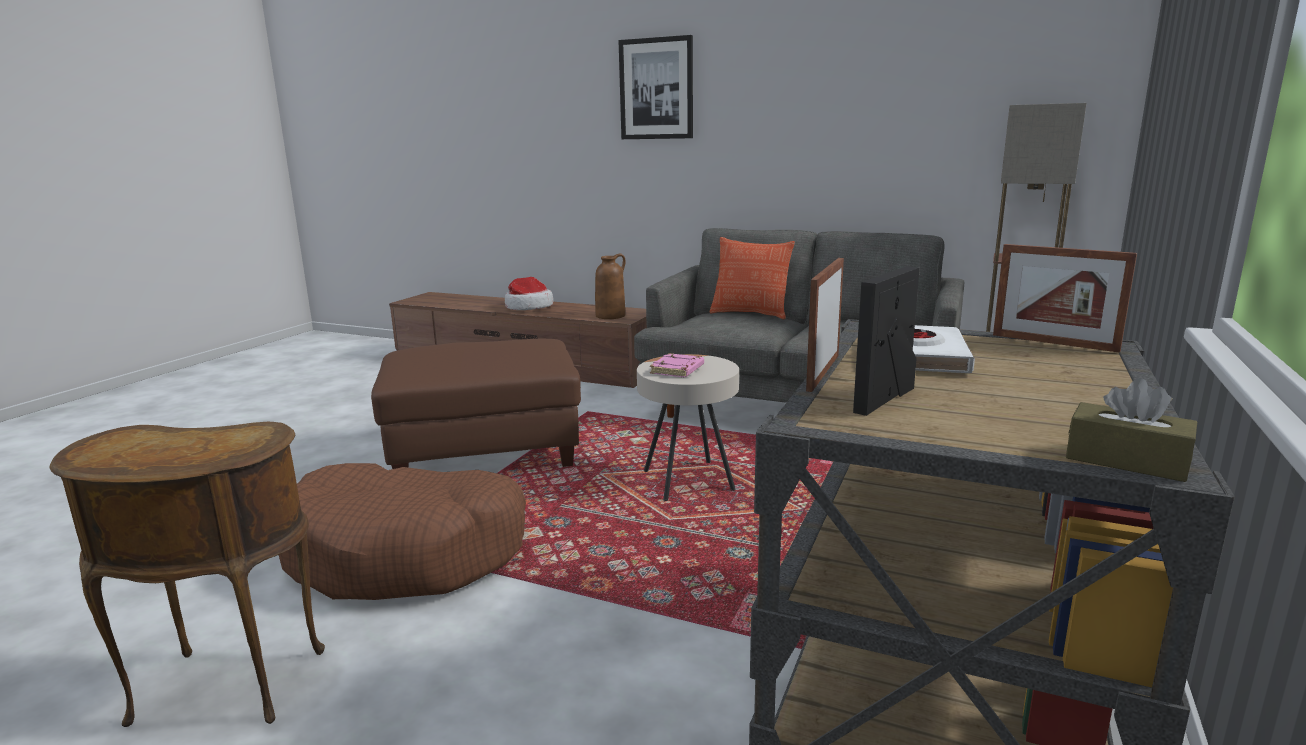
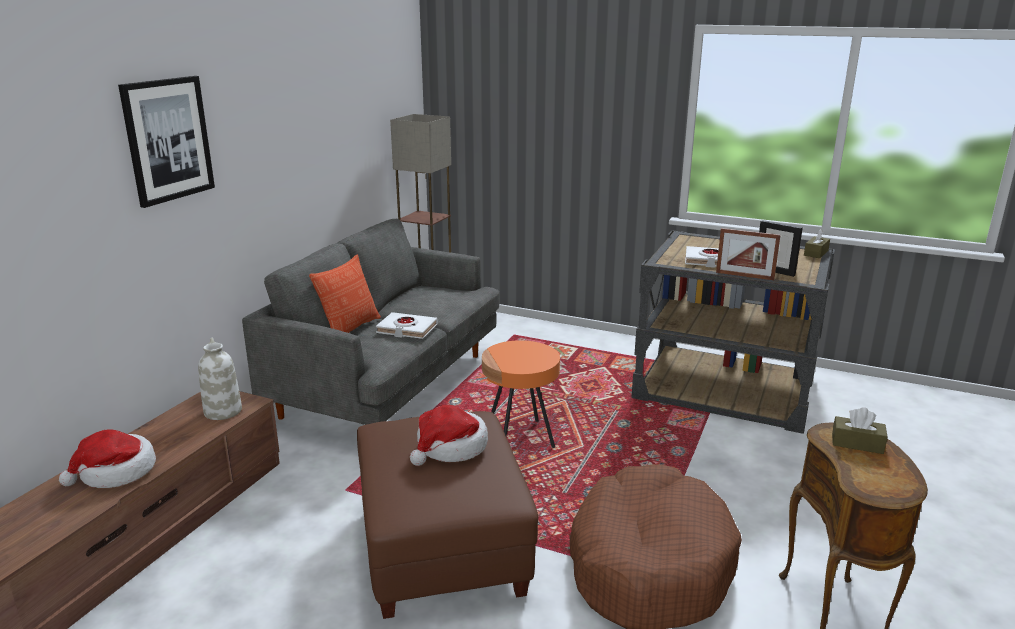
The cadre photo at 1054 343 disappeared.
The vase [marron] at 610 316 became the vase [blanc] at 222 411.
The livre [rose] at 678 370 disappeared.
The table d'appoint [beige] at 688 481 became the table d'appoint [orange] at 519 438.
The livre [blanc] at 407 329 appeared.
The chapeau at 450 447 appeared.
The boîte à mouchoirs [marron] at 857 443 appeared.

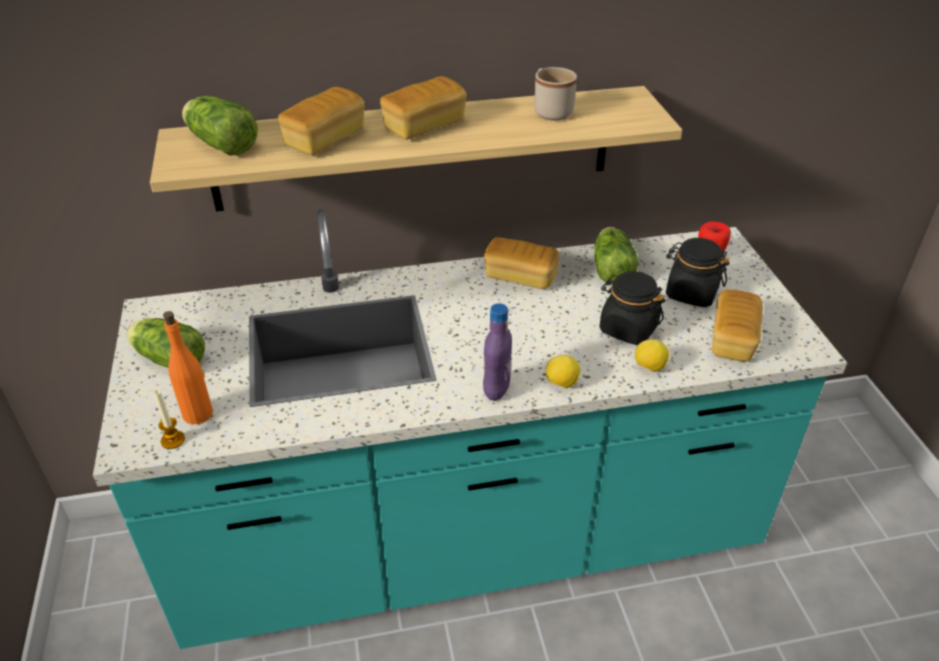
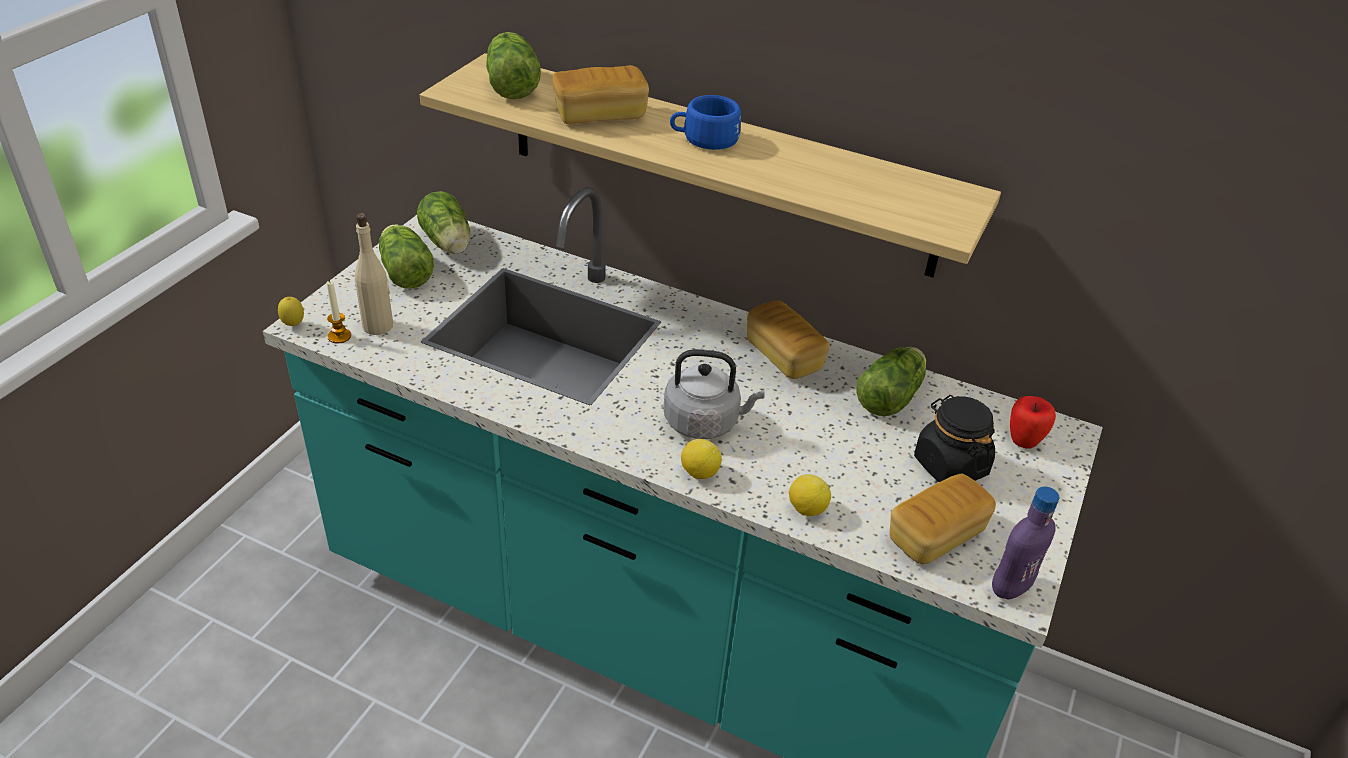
The mug [beige] at 550 110 disappeared.
The pain at 424 126 was replaced by the tasse [bleu] at 704 139.
The bocal [noir] at 628 328 disappeared.
The bouteille [violet] moved from 496 390 to 1010 587.
The bouteille [orange] at 198 413 became the bouteille [beige] at 378 326.
The laitue at 448 244 appeared.
The citron at 293 325 appeared.
The bouilloire [gris] at 705 422 appeared.

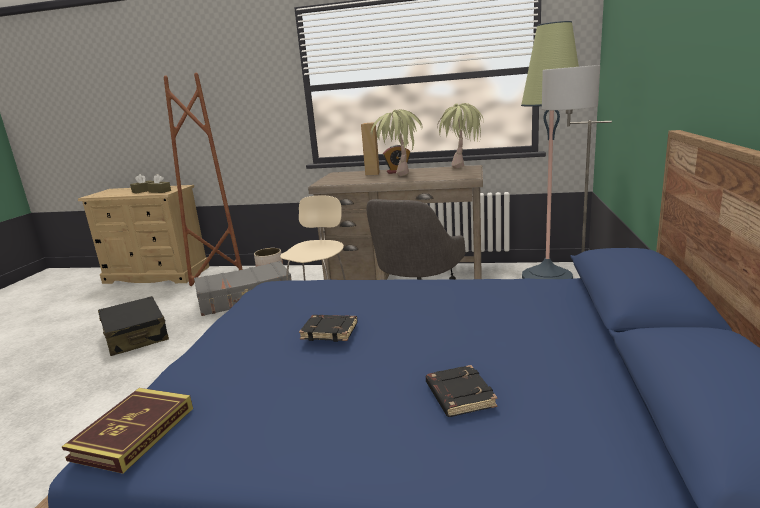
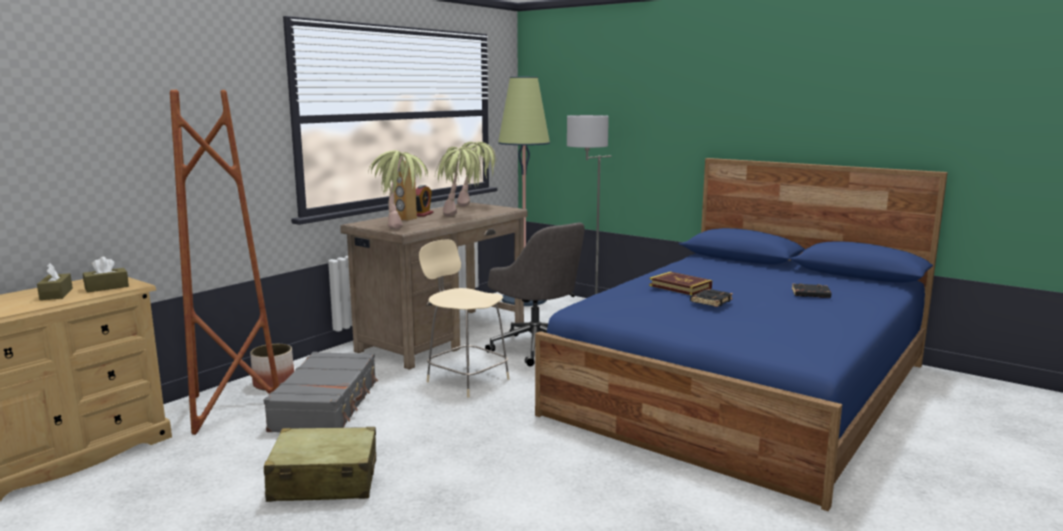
The valise [noir] at 136 336 became the valise [beige] at 324 481.
The livre moved from 133 433 to 680 287.
The plante en pot at 401 226 appeared.

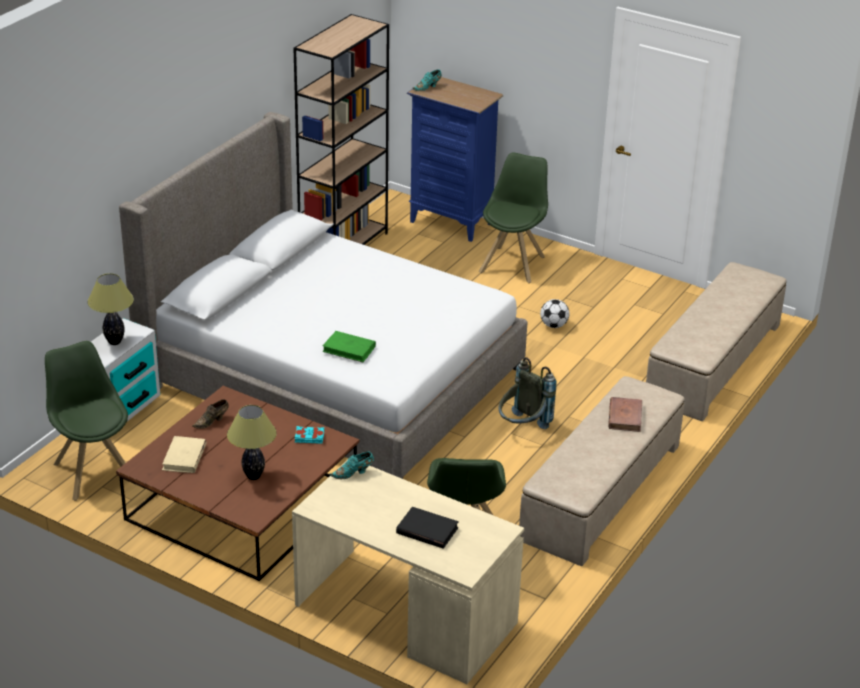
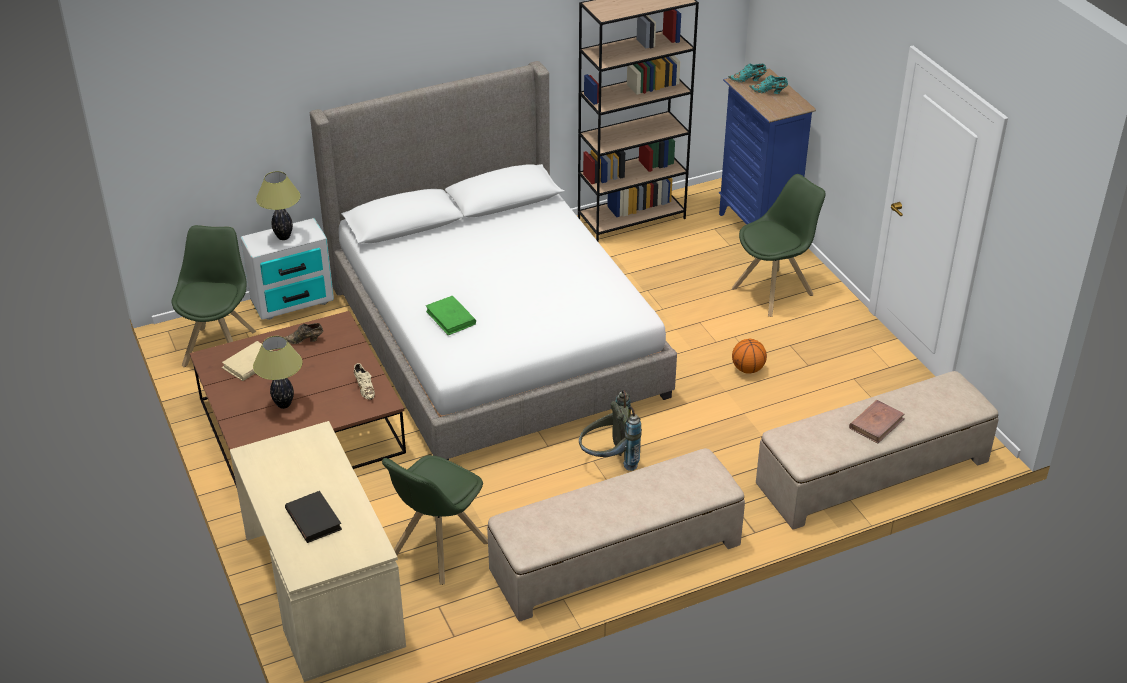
The ballon de foot at 553 325 was replaced by the ballon de basket at 748 369.
The livre [marron] moved from 625 416 to 876 423.
The livre [turquoise] at 309 437 was replaced by the chaussure [beige] at 365 388.
The chaussure [turquoise] moved from 353 473 to 769 92.

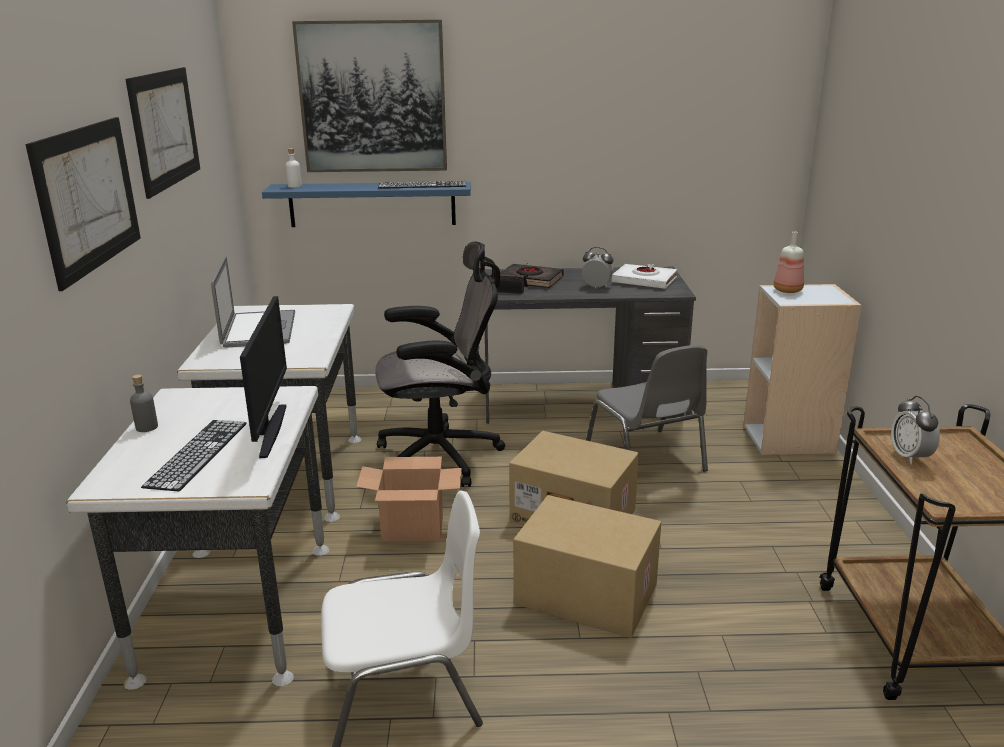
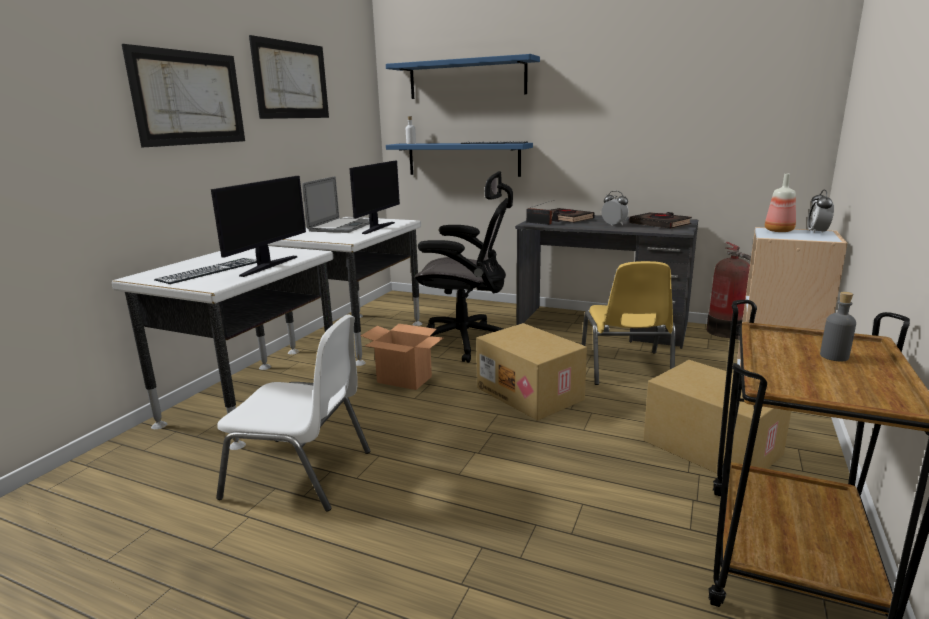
The tableau at 373 97 was replaced by the étagère [bleu] at 466 79.
The livre [blanc] at 644 281 became the livre [noir] at 660 224.
The chaise [gris] at 646 459 became the chaise [jaune] at 625 368.
The bouteille [gris] moved from 147 427 to 834 356.
The réveil moved from 910 457 to 817 232.
The carton moved from 584 595 to 709 448.
The écran d'ordinateur at 377 228 appeared.
The extincteur at 727 333 appeared.

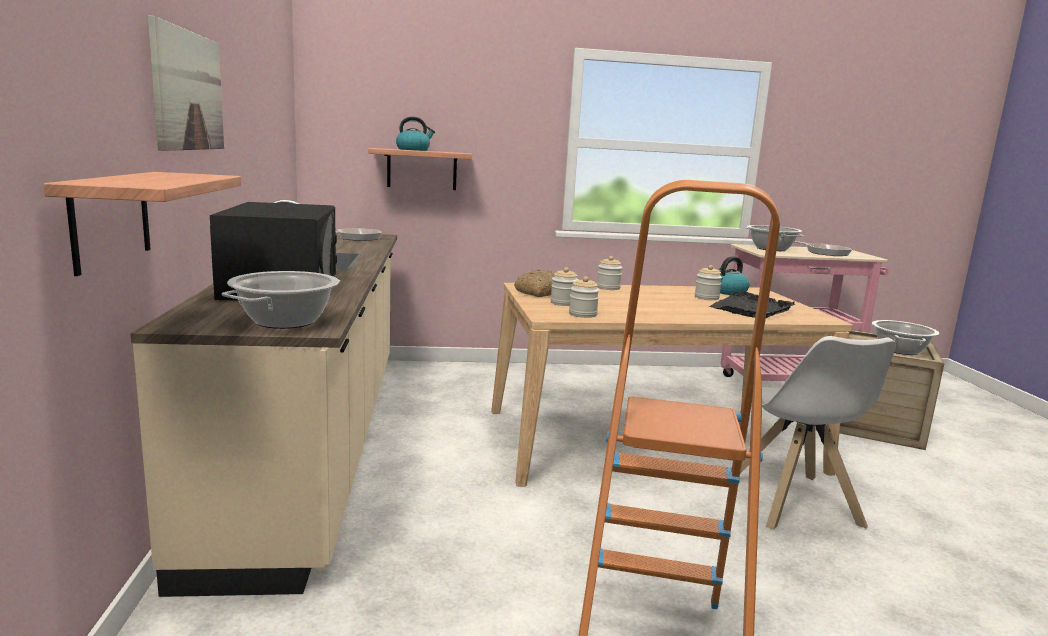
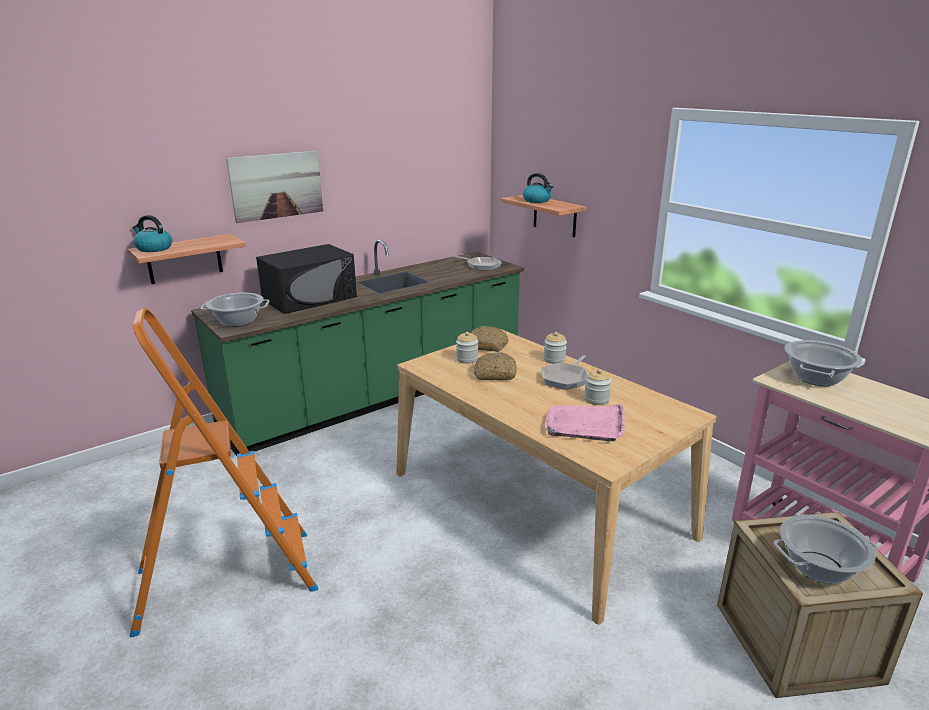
The comptoir de cuisine [beige] at 316 443 became the comptoir de cuisine [vert] at 380 397.
The poêle moved from 824 252 to 565 378.
The bouilloire moved from 728 292 to 153 248.
The bocal at 582 314 disappeared.
The plateau [noir] at 750 309 became the plateau [rose] at 585 424.
The chaise at 794 503 disappeared.
The pain at 494 374 appeared.

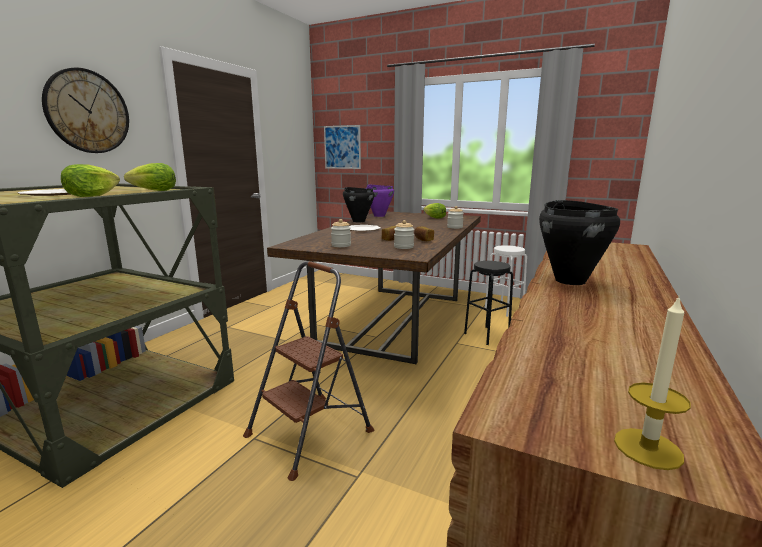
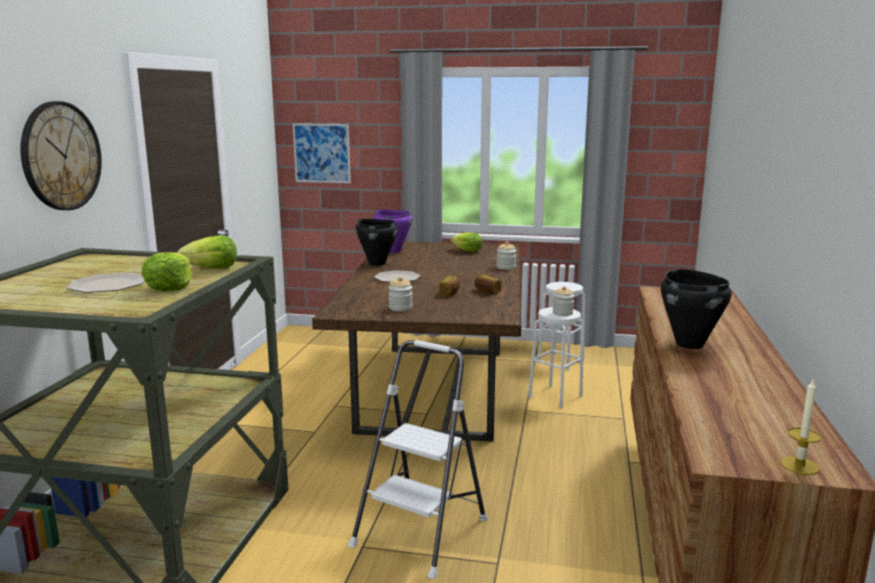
The bocal moved from 403 247 to 562 313.
The escabeau [marron] at 312 431 became the escabeau [blanc] at 422 529.
The tabouret [noir] at 487 335 became the tabouret [blanc] at 555 397.

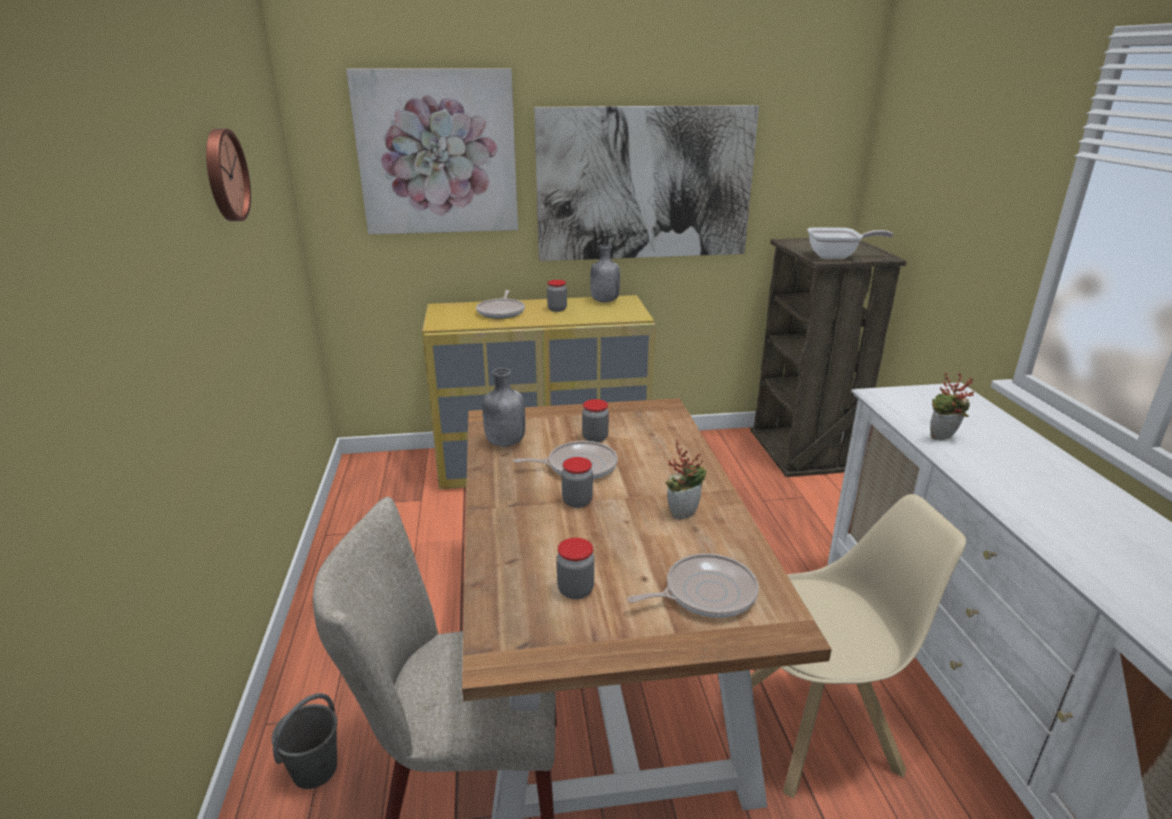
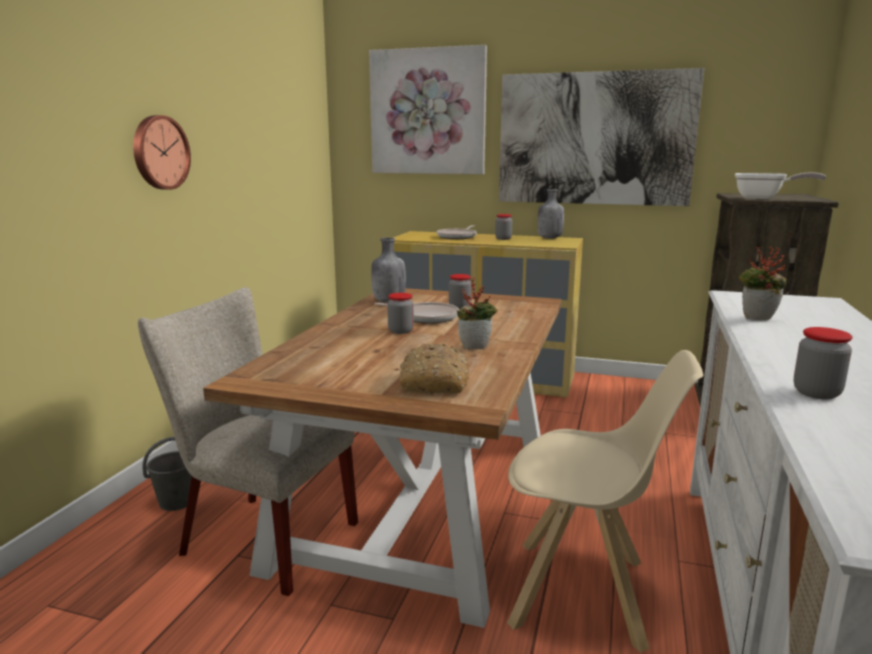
The horloge murale moved from 224 175 to 159 152.
The bocal moved from 575 590 to 816 393.
The poêle at 705 593 was replaced by the pain at 433 382.

